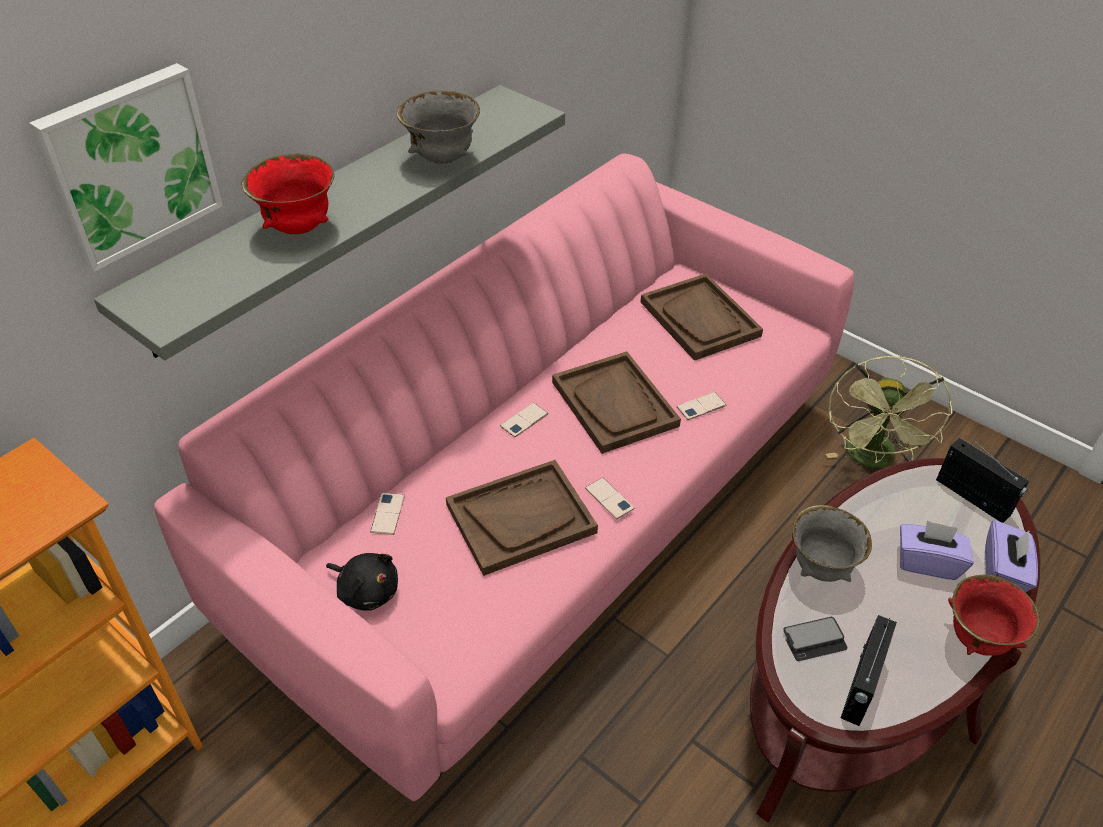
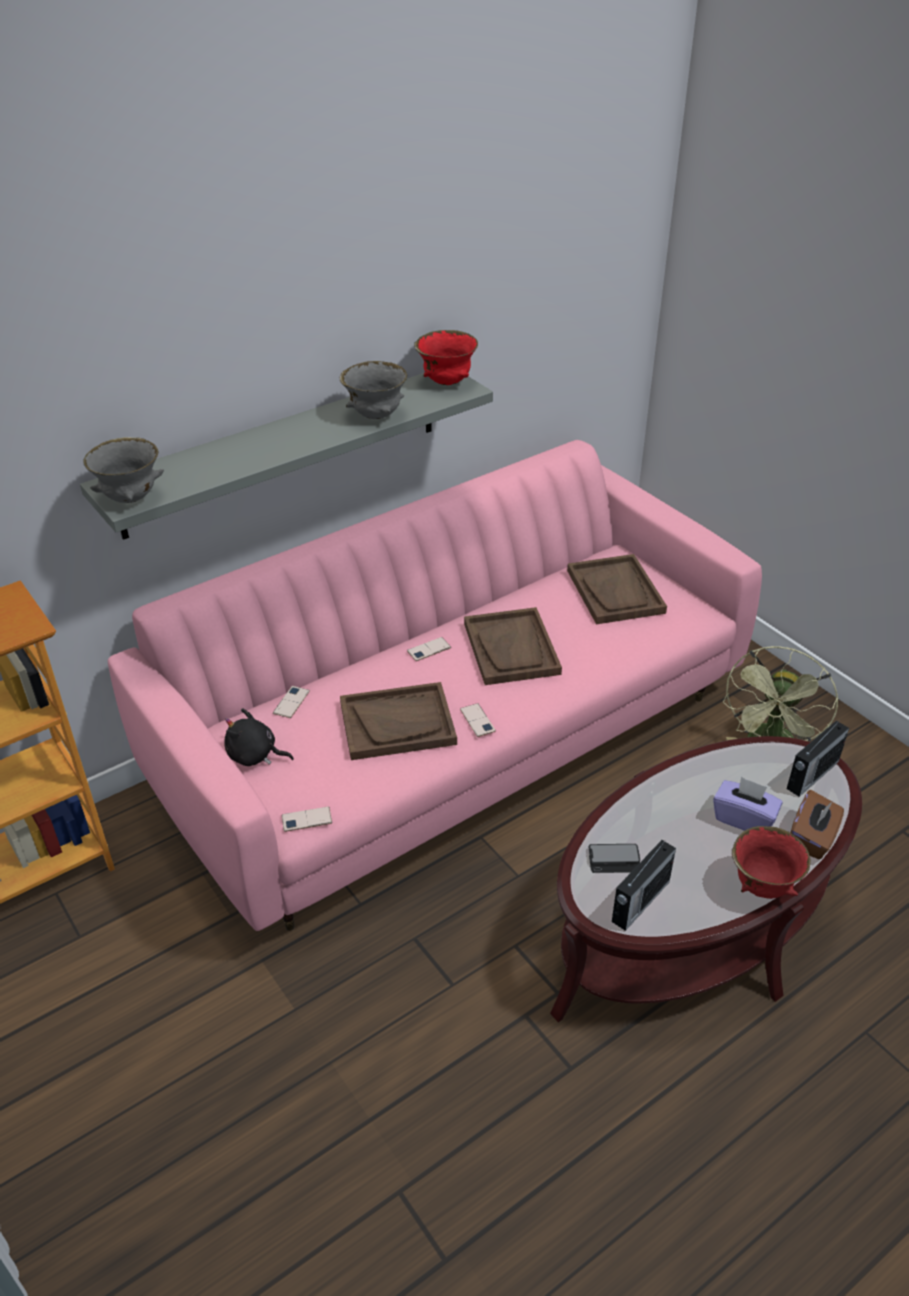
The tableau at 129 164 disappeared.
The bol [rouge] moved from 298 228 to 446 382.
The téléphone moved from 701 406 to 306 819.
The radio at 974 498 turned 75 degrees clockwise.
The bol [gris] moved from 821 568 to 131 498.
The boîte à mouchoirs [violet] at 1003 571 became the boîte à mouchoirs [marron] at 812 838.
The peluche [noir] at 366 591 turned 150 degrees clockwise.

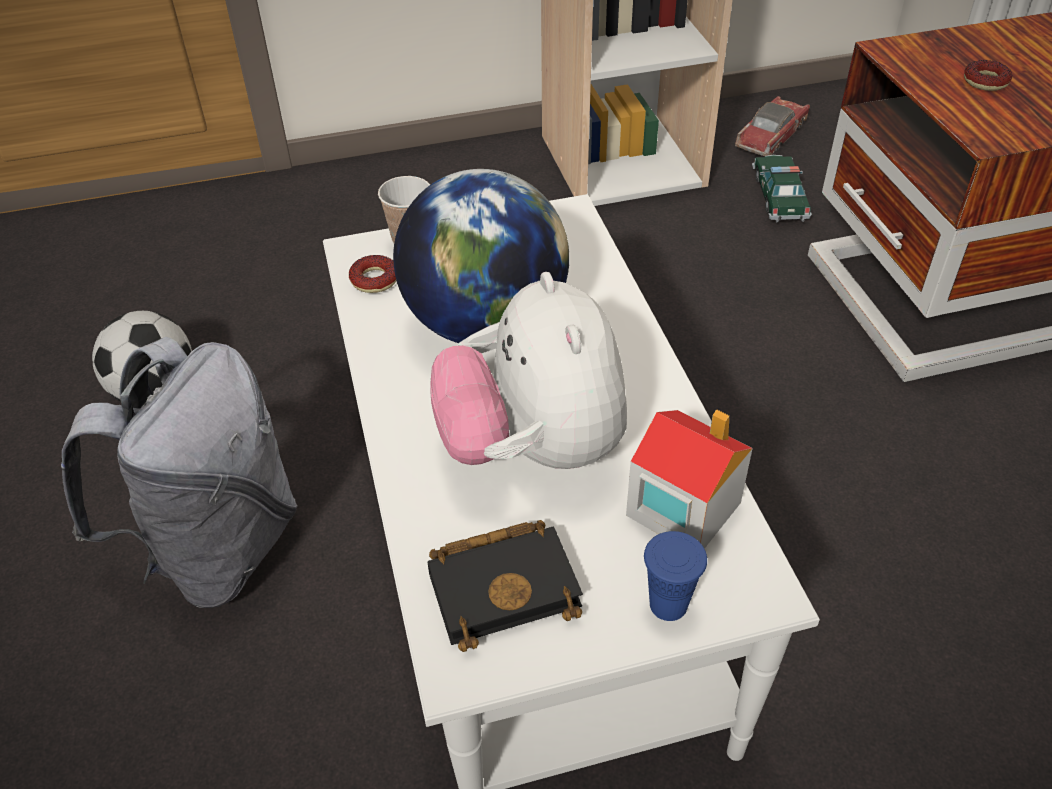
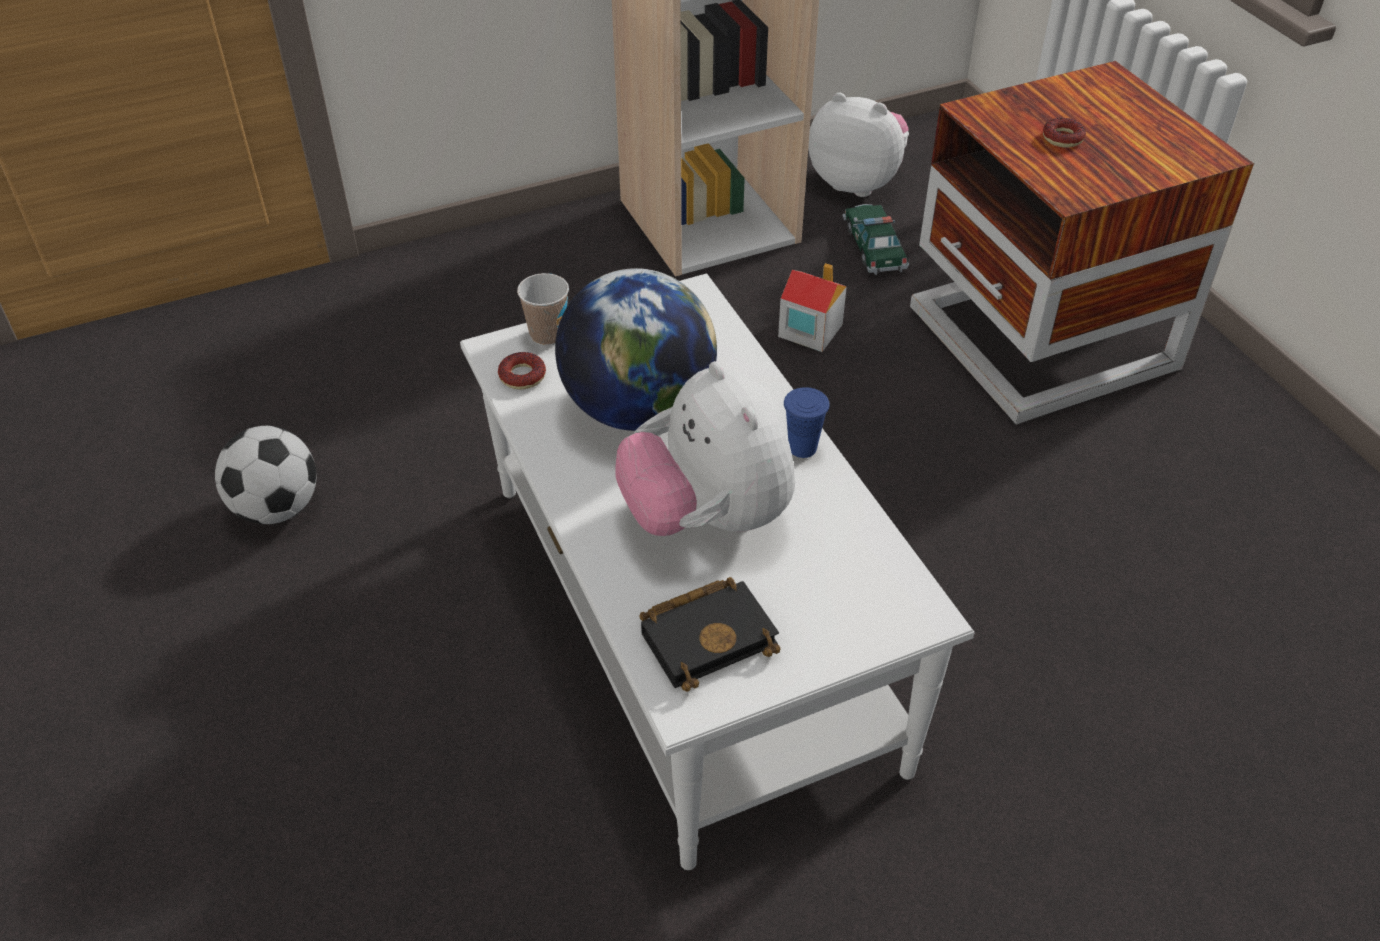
The petite voiture at 771 136 was replaced by the peluche at 856 182.
The sac à dos [gris] at 218 548 disappeared.
The maison miniature moved from 681 508 to 809 330.
The tasse [bleu] moved from 668 604 to 802 448.

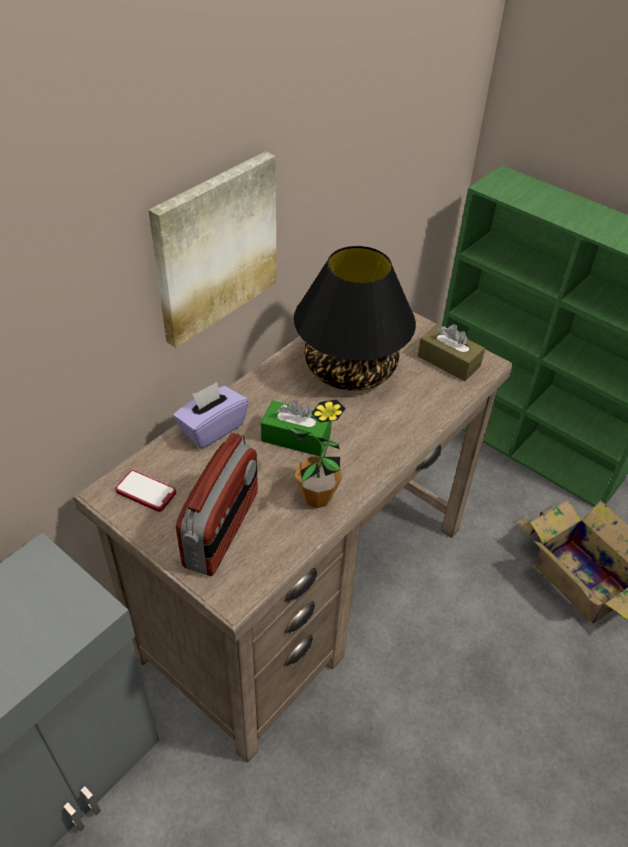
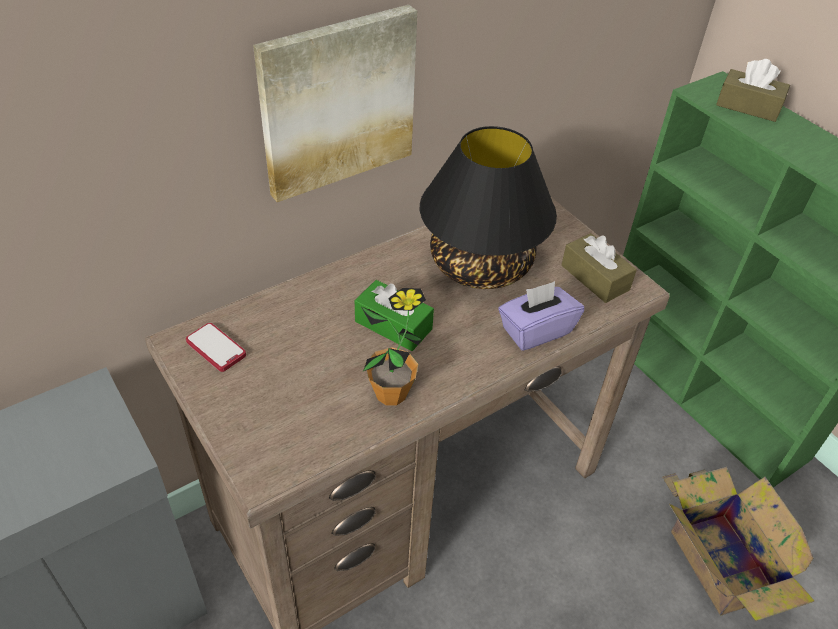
The boîte à mouchoirs [violet] moved from 212 428 to 535 330.
The radio at 222 529 disappeared.
The boîte à mouchoirs [marron] at 748 106 appeared.

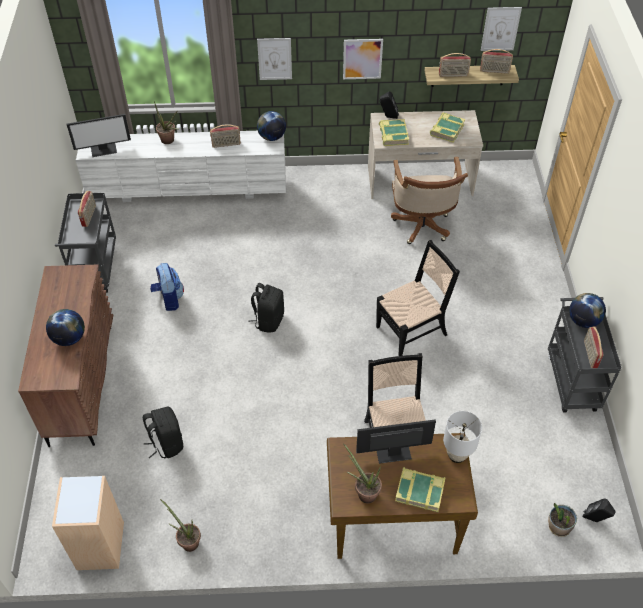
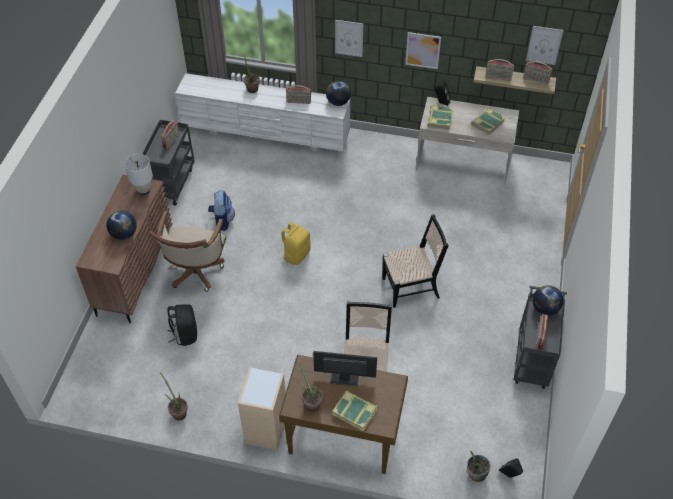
The écran d'ordinateur at 104 149 disappeared.
The chaise de bureau moved from 422 227 to 195 274.
The sac à dos [noir] at 268 320 became the sac à dos [jaune] at 296 254.
The lampe de table [blanc] moved from 457 455 to 144 190.
The bibliothèque moved from 100 546 to 265 429.

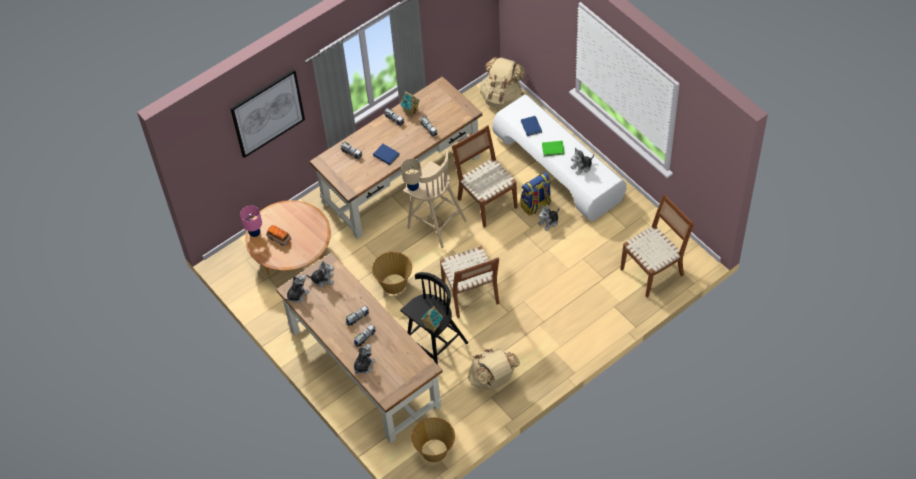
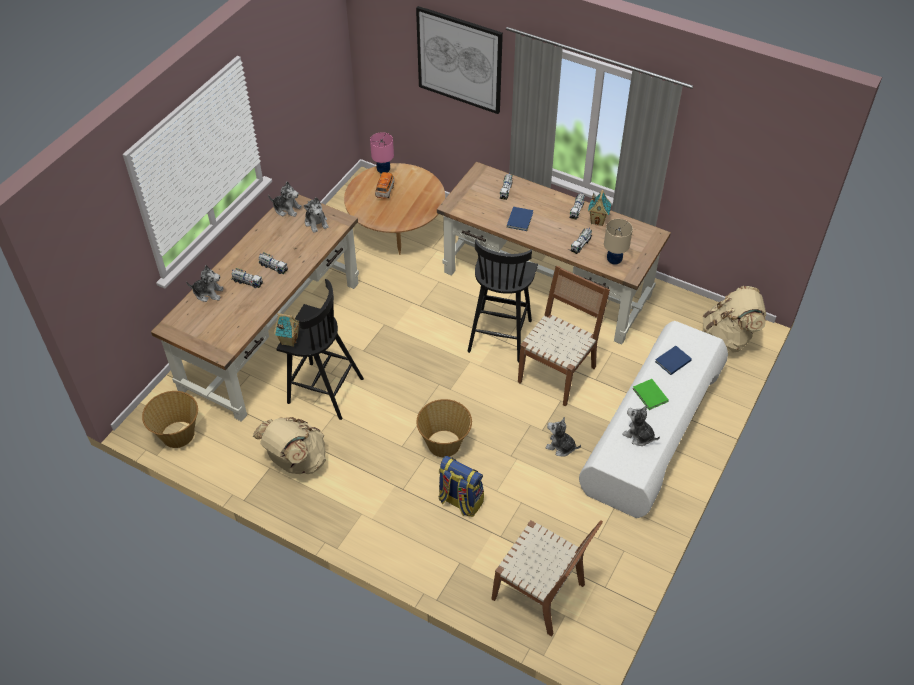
The tabouret [beige] at 435 223 became the tabouret [noir] at 500 333.
The lampe de table [beige] moved from 413 187 to 615 260.
The sac à dos moved from 536 205 to 460 501.
The chaise at 470 295 disappeared.
The panier moved from 394 283 to 444 443.

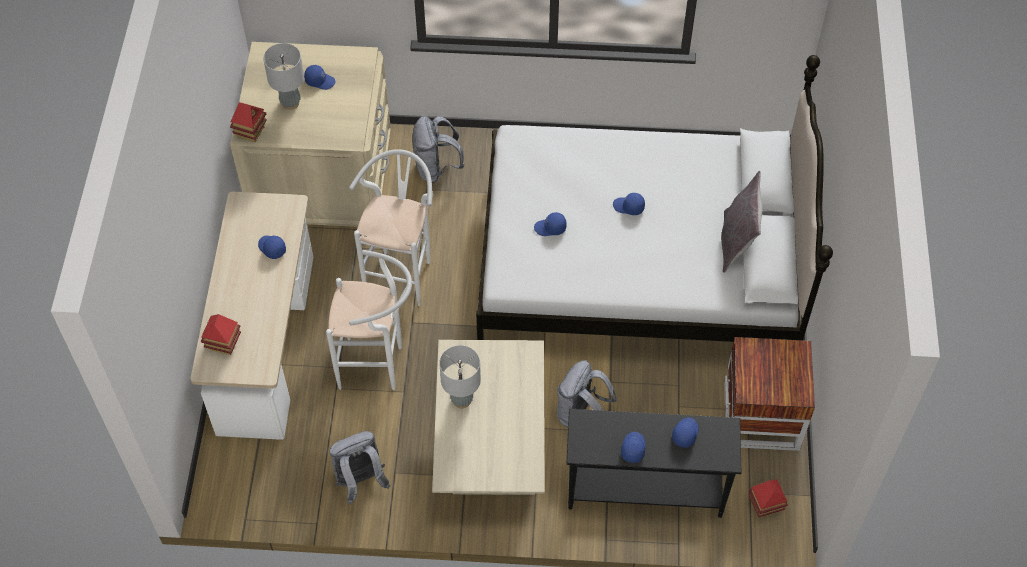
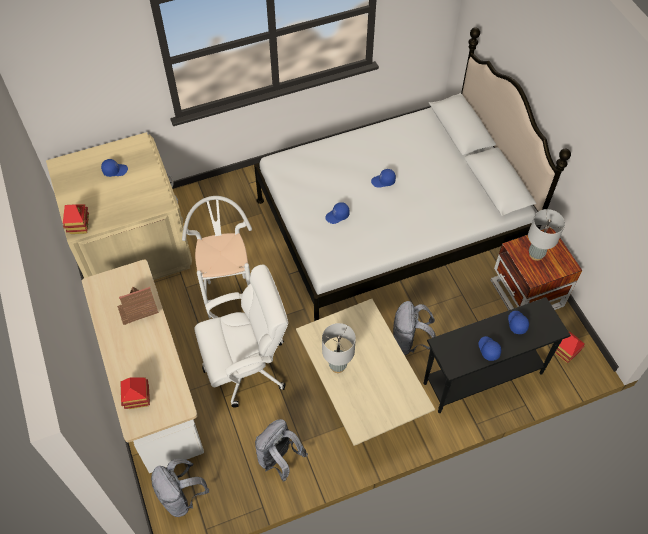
The lampe de table [gris] moved from 290 103 to 535 254.
The sac à dos [gris] moved from 436 168 to 182 497.
The coussin [gris] at 737 242 disappeared.
The casquette [bleu] at 271 248 was replaced by the maison miniature at 138 309.
The tabouret [blanc] at 378 366 was replaced by the chaise de bureau [blanc] at 246 367.

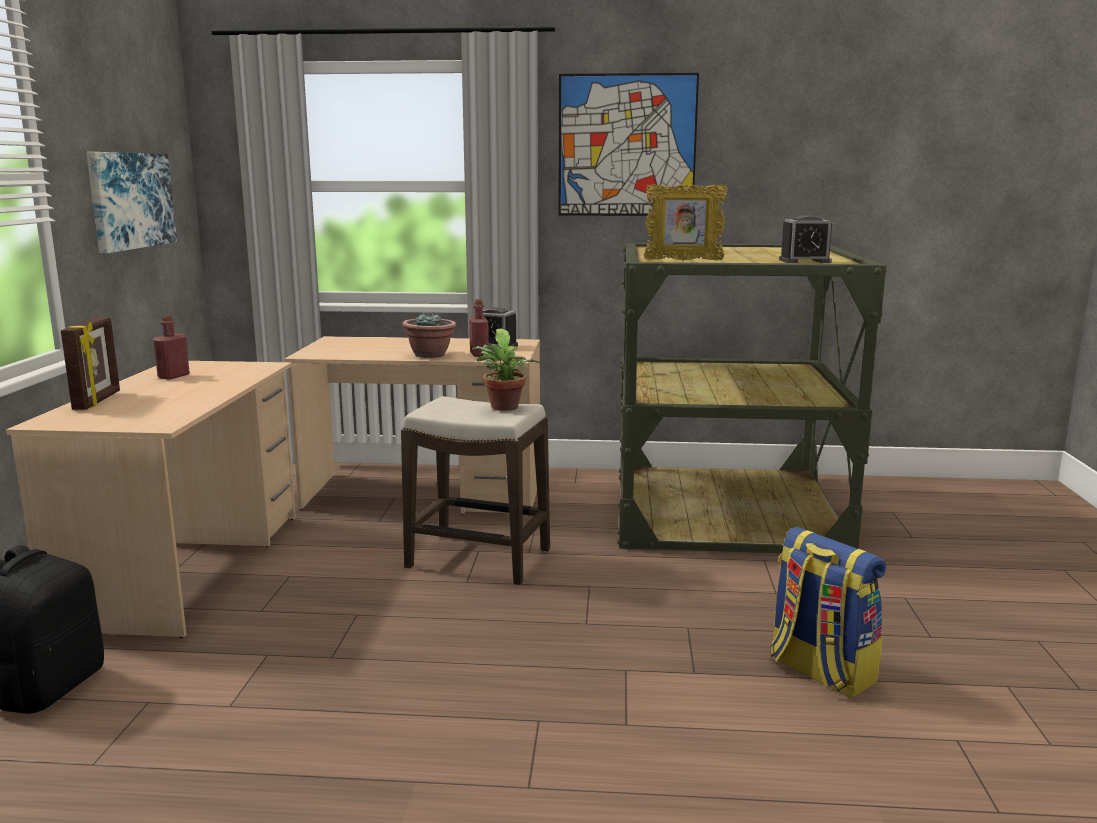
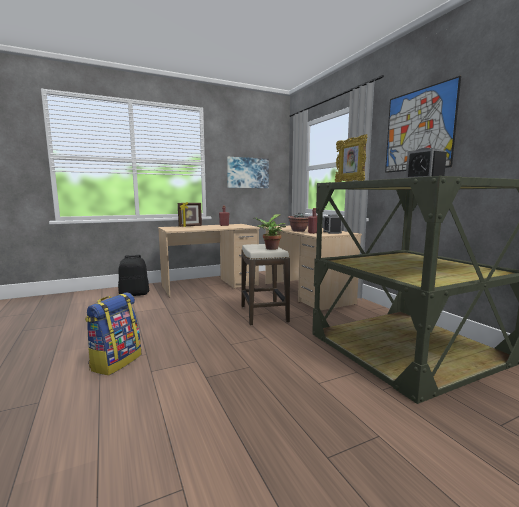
The sac à dos moved from 819 671 to 116 362.

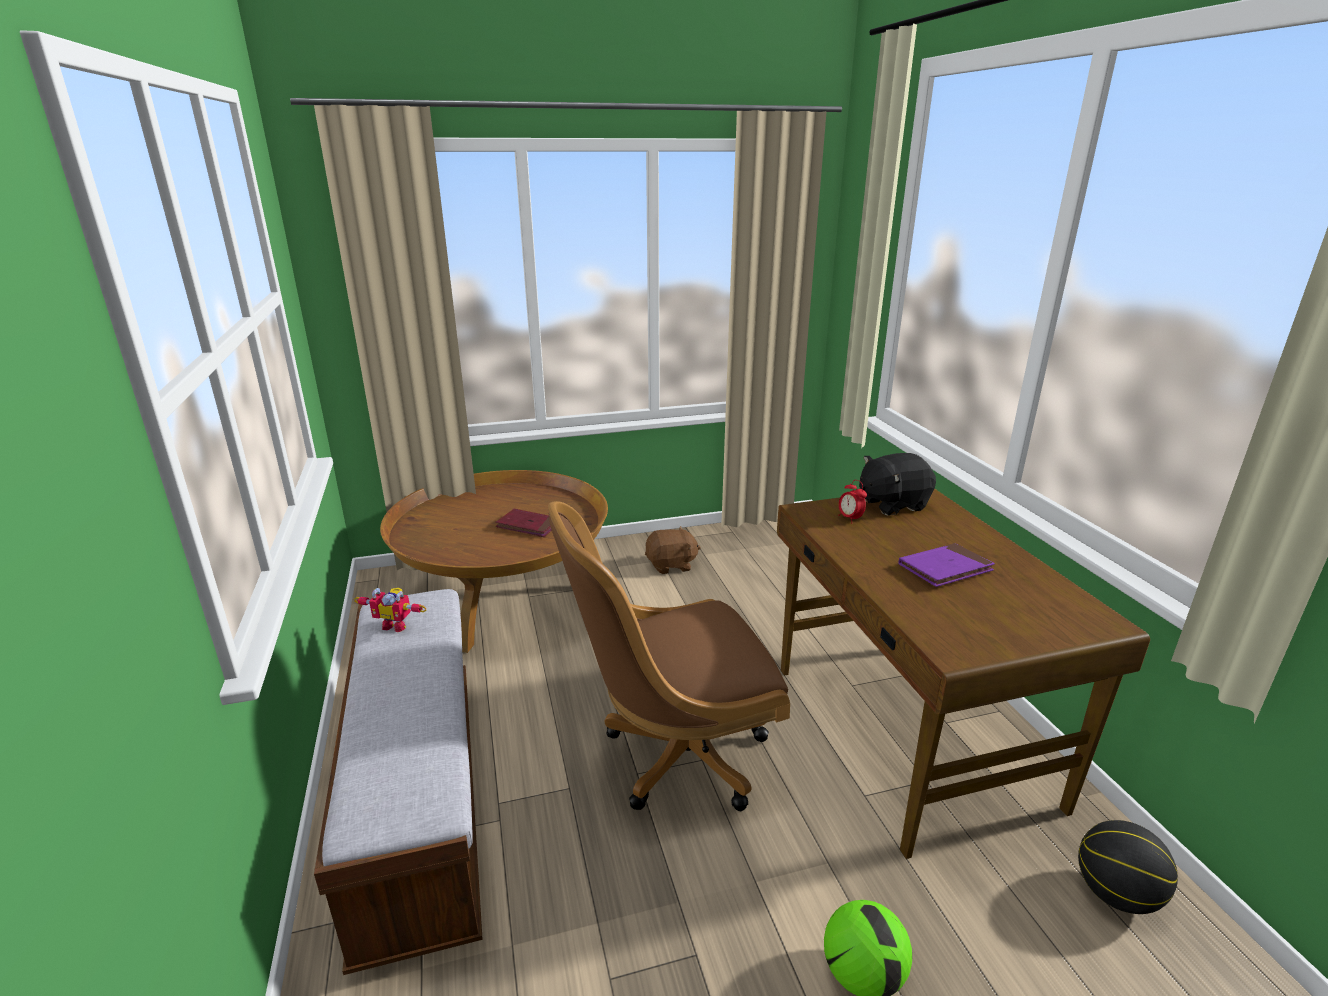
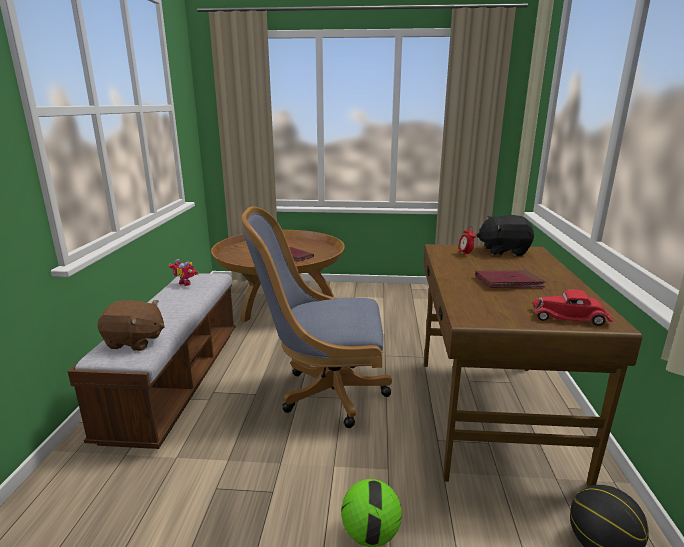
The chaise de bureau [marron] at 672 760 became the chaise de bureau [bleu] at 324 394.
The peluche [marron] moved from 671 565 to 135 341.
The livre [violet] at 945 568 became the livre [rouge] at 508 282.
The petite voiture [rouge] at 570 317 appeared.

